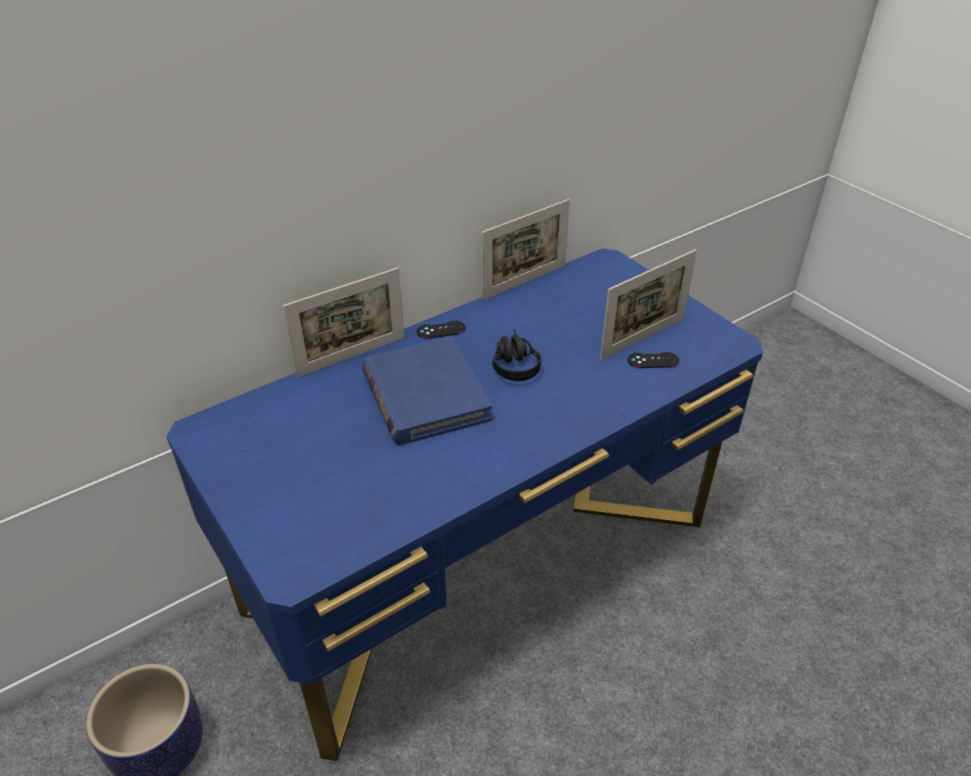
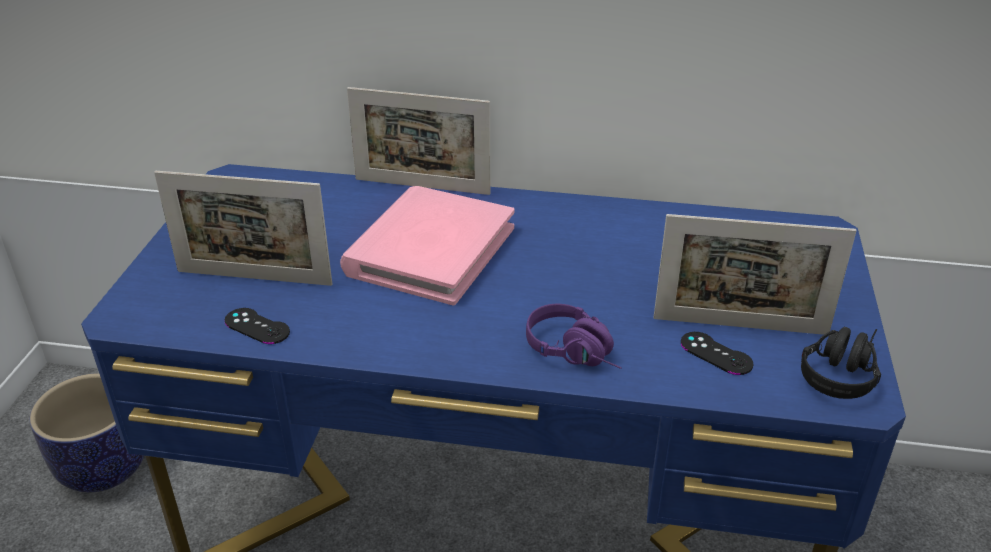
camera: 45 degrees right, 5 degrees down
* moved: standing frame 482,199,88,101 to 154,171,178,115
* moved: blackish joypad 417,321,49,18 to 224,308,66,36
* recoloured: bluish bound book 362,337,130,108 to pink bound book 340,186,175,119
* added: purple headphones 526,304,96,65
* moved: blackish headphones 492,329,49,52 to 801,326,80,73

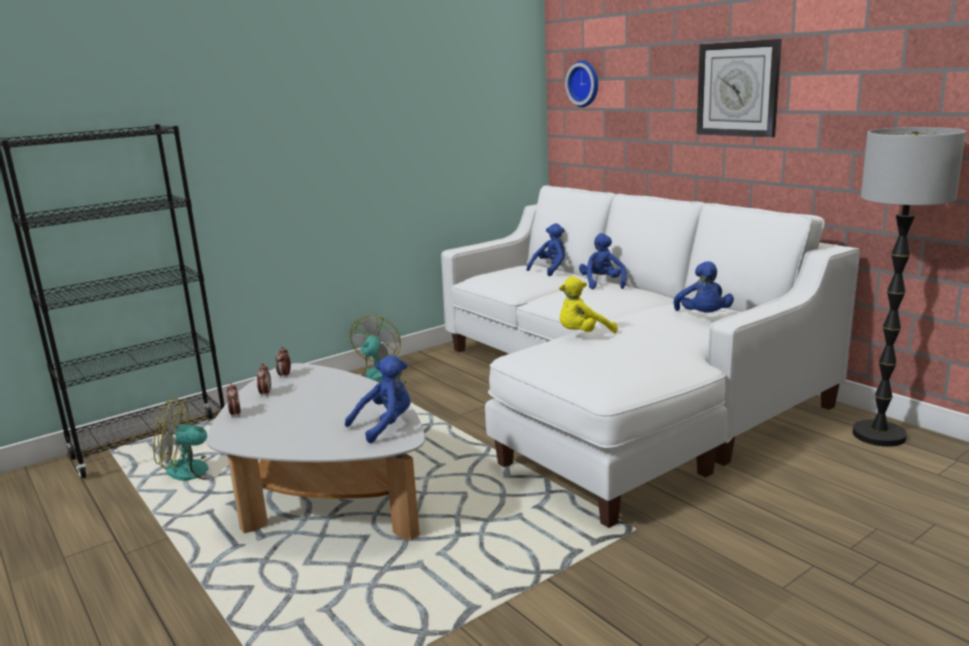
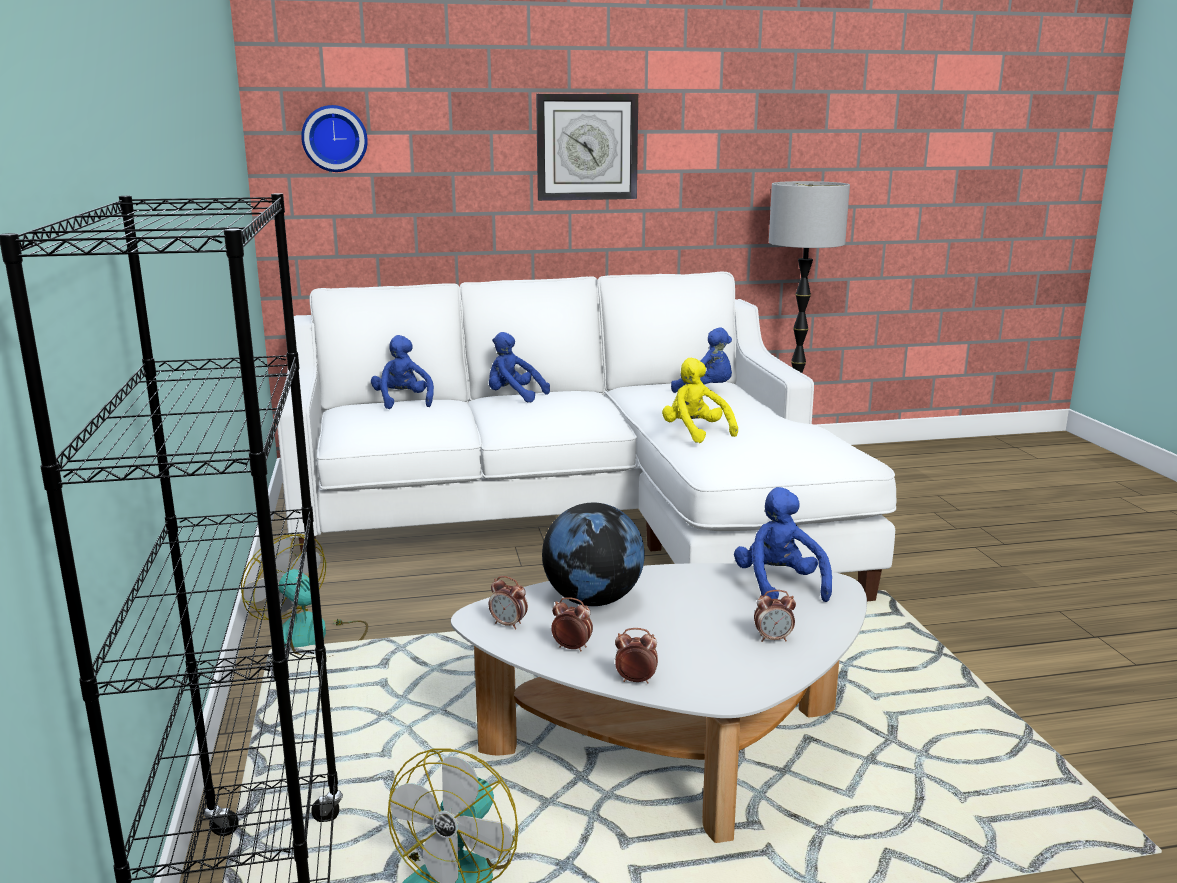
camera: 65 degrees left, 0 degrees up
* added: globe 542,503,103,103
* turned: yellow-coloured cuddly toy 559,276,59,57 = 662,358,76,85 150 degrees clockwise
* added: bedside clock 754,590,42,52

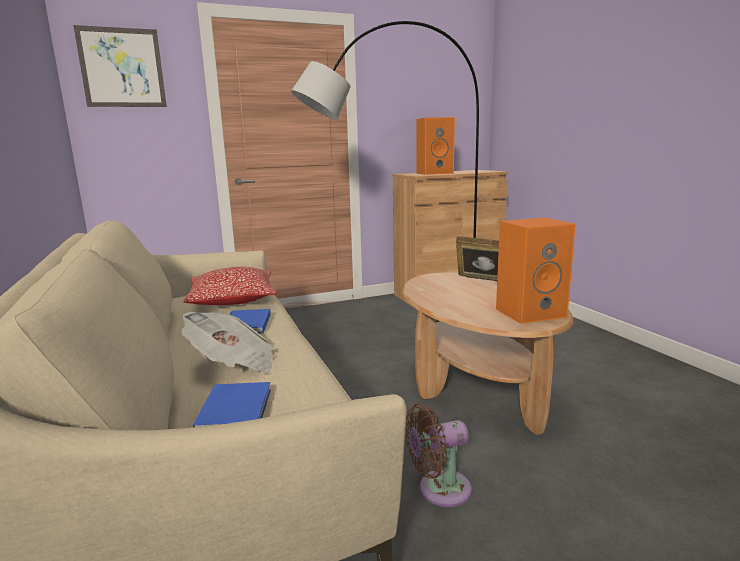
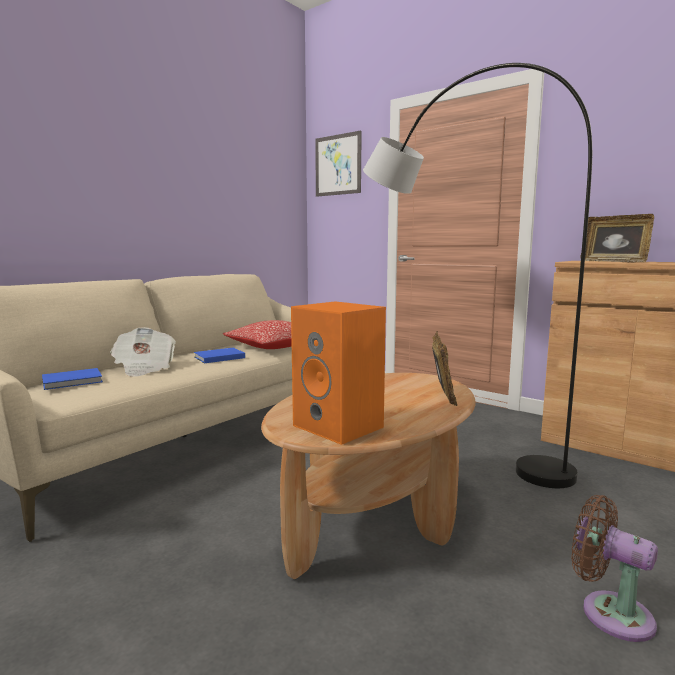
camera: 60 degrees right, 5 degrees down
* moved: brownish electric fan 405,403,67,104 to 571,495,87,147
* replaced: orange speaker 417,117,38,58 to standing frame 581,214,73,48

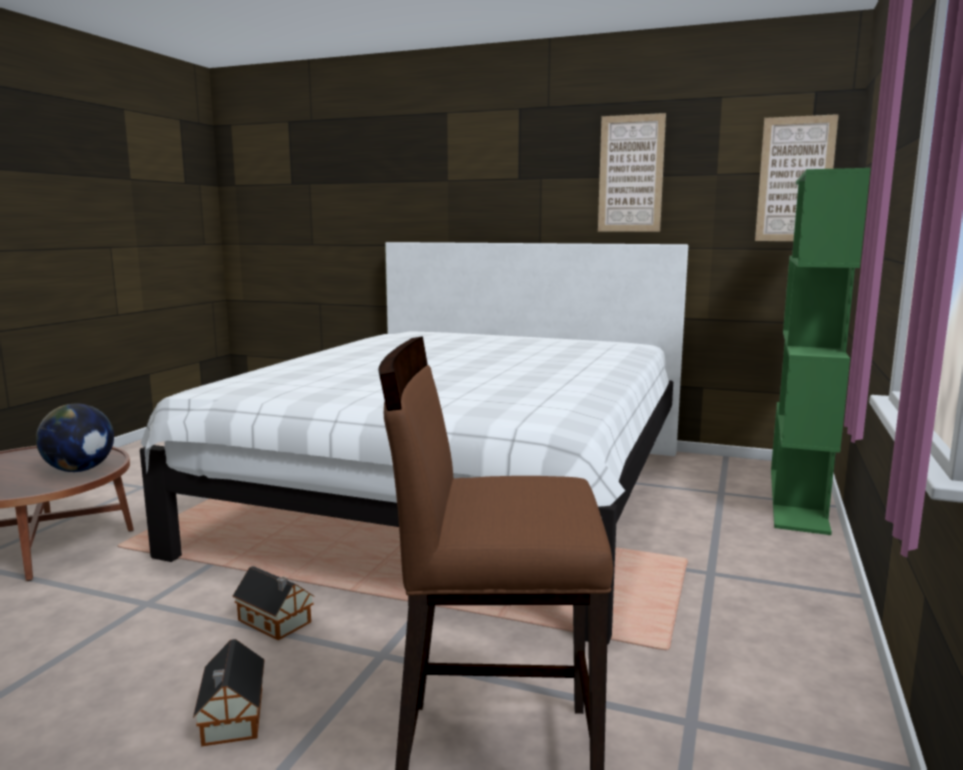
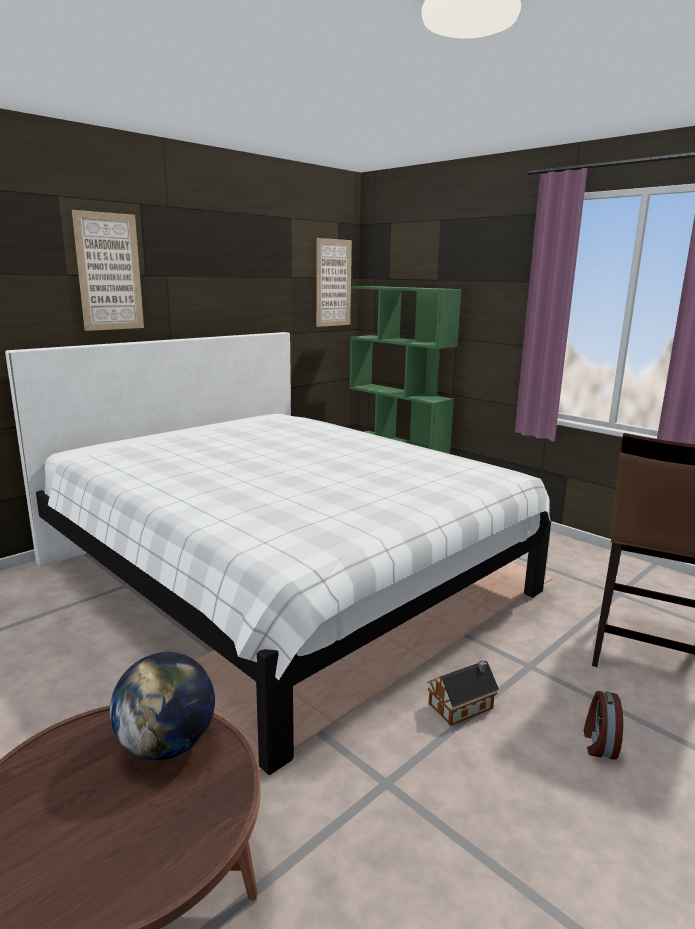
camera: 65 degrees left, 5 degrees up
* moved: wall picture 598,113,68,119 to 72,210,72,121
* replaced: model house 193,639,71,107 to bedside clock 584,691,39,69

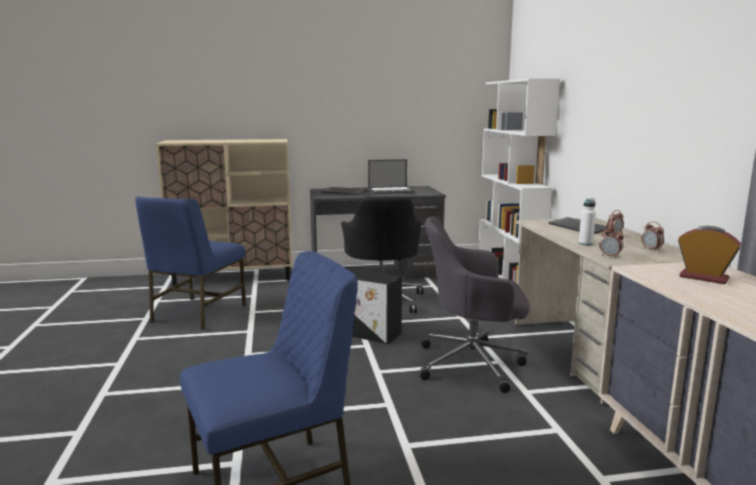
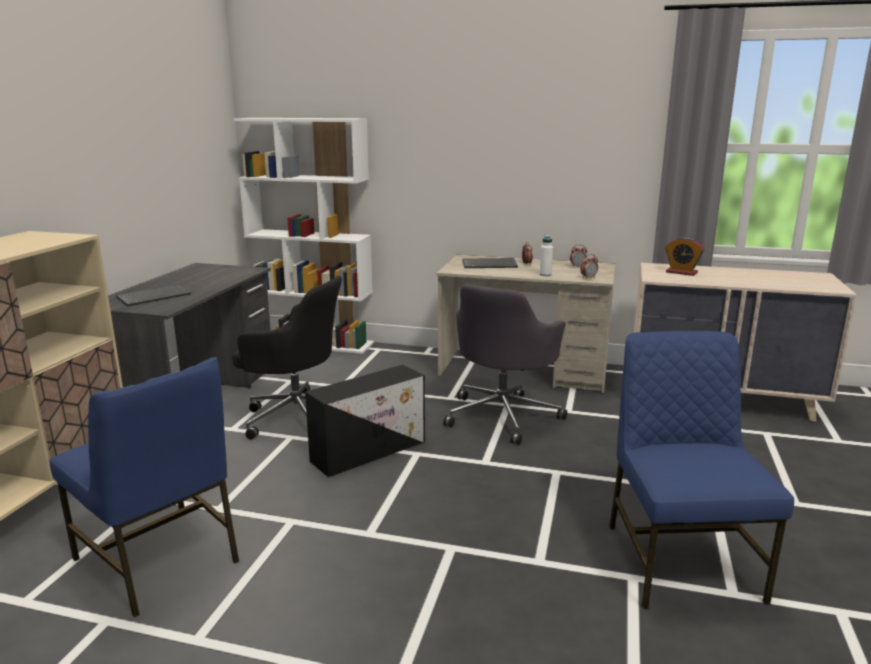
camera: 65 degrees left, 5 degrees up
* turned: bedside clock 678,226,63,58 = 665,237,39,39 120 degrees counterclockwise
* removed: portable computer 368,159,46,35

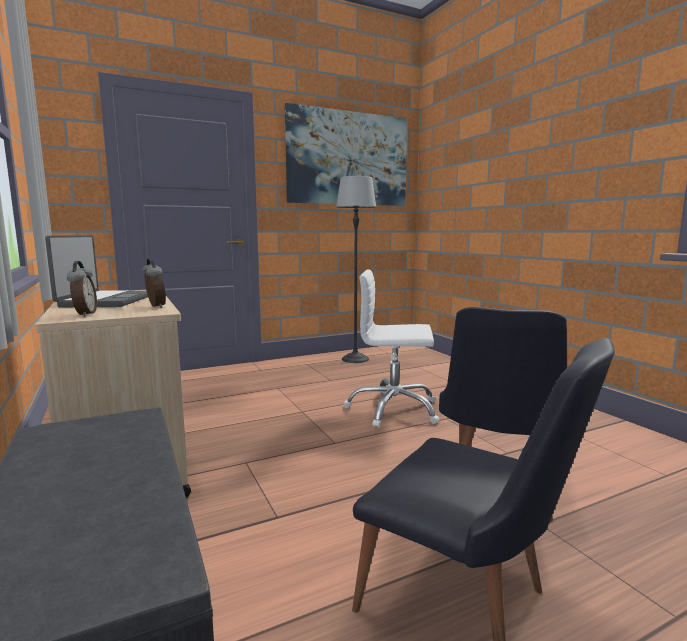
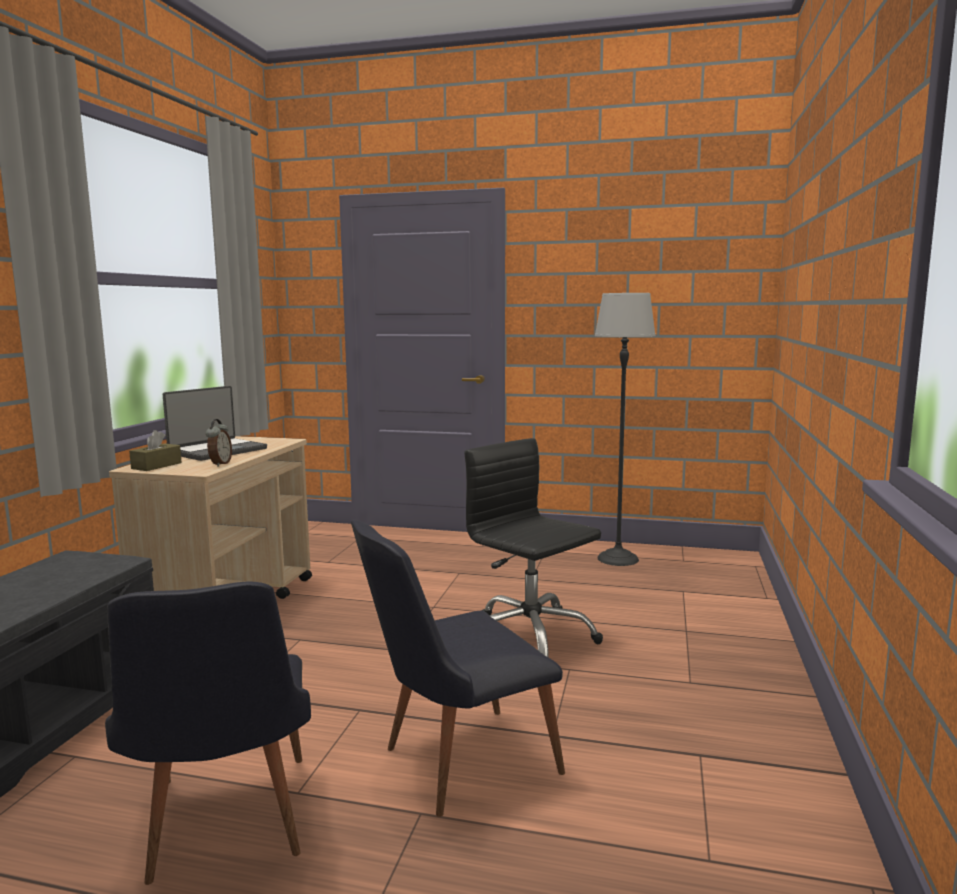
camera: 40 degrees right, 0 degrees up
* replaced: bedside clock 67,261,30,56 to brownish tissue box 129,430,53,41
* recoloured: whitish office chair 344,269,96,159 to blackish office chair 464,438,139,219
* removed: wall picture 285,103,122,103

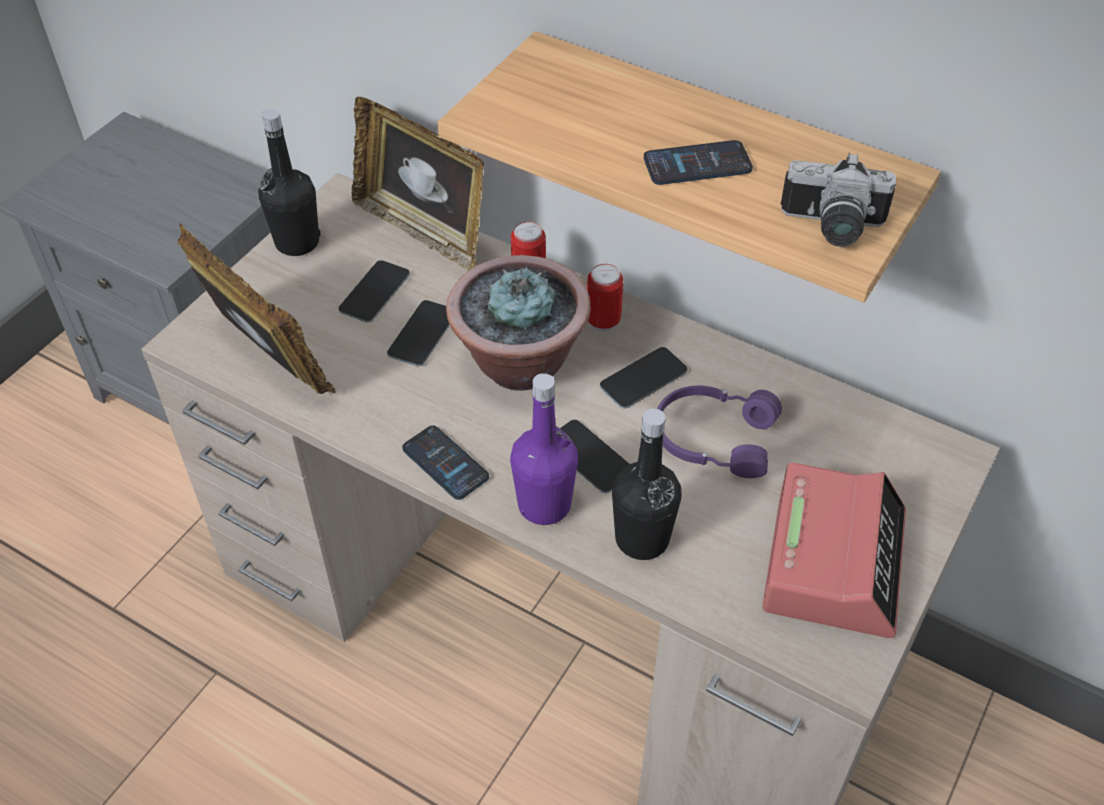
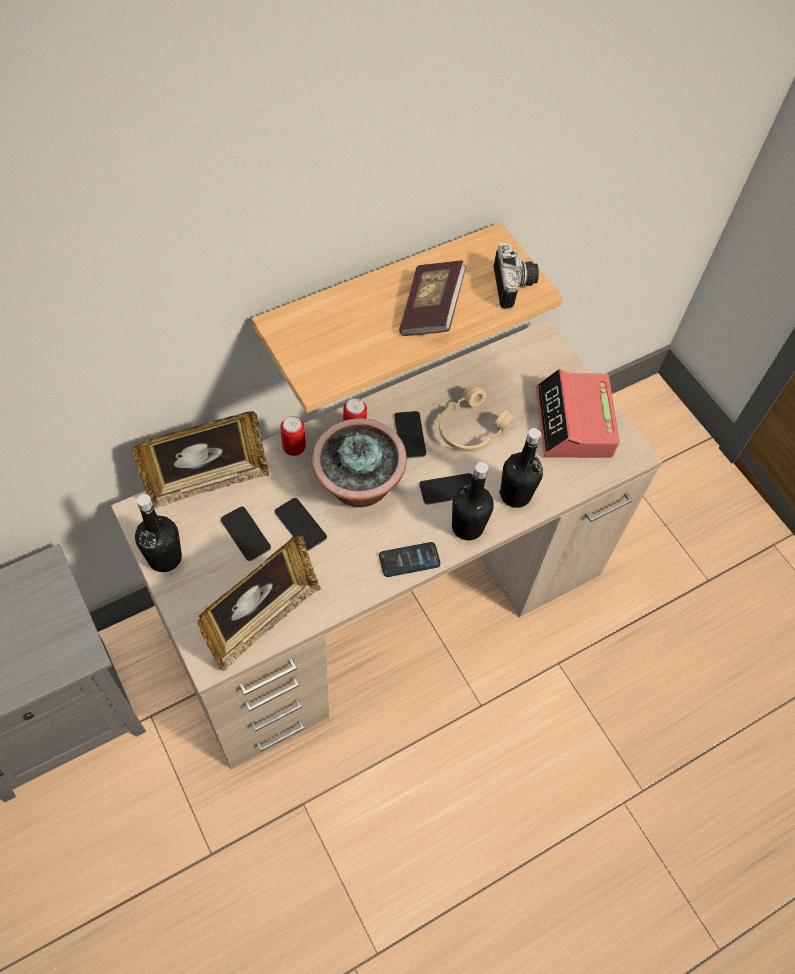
camera: 65 degrees left, 10 degrees up
* turned: standing frame 178,223,158,171 = 197,535,124,136 150 degrees clockwise
* replaced: telephone 644,140,109,45 to bound book 399,261,67,75
* recoloured: purple headphones 657,385,125,93 to sand-coloured headphones 439,384,76,68
* recoloured: purple drink bottle 510,373,68,152 to blackish drink bottle 452,462,42,78
* turned: still camera 780,153,116,94 = 493,243,46,66 45 degrees counterclockwise
* turned: bedside clock 762,462,144,176 = 536,369,84,89 135 degrees counterclockwise

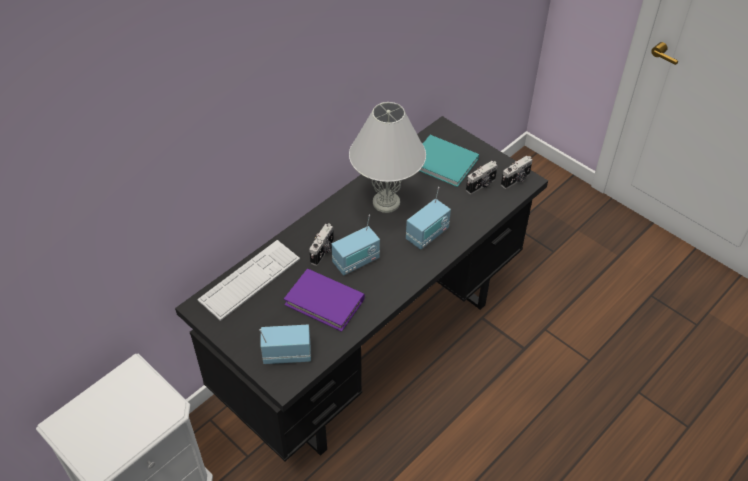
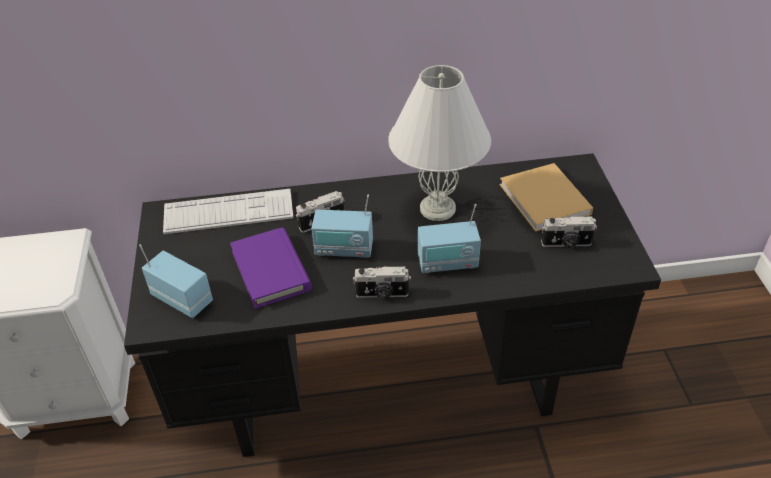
camera: 40 degrees right, 5 degrees down
* moved: still camera 501,156,31,33 to 353,266,58,33
* recoloured: blue-green bound book 420,135,59,52 to sand-coloured bound book 500,163,93,69

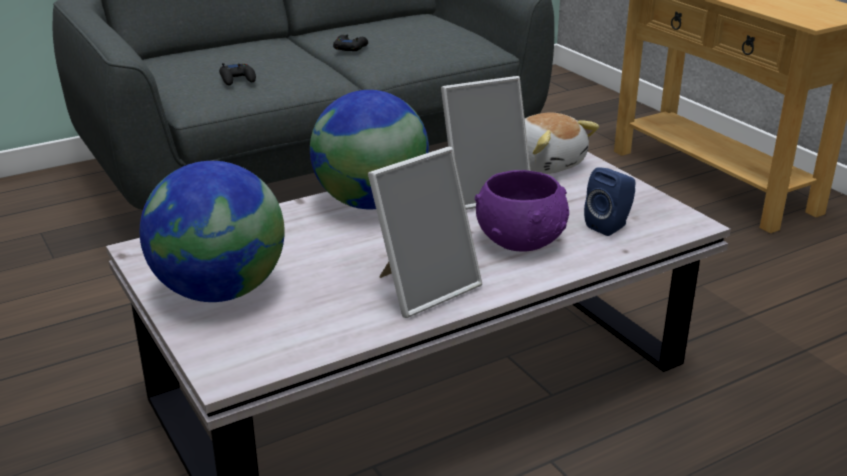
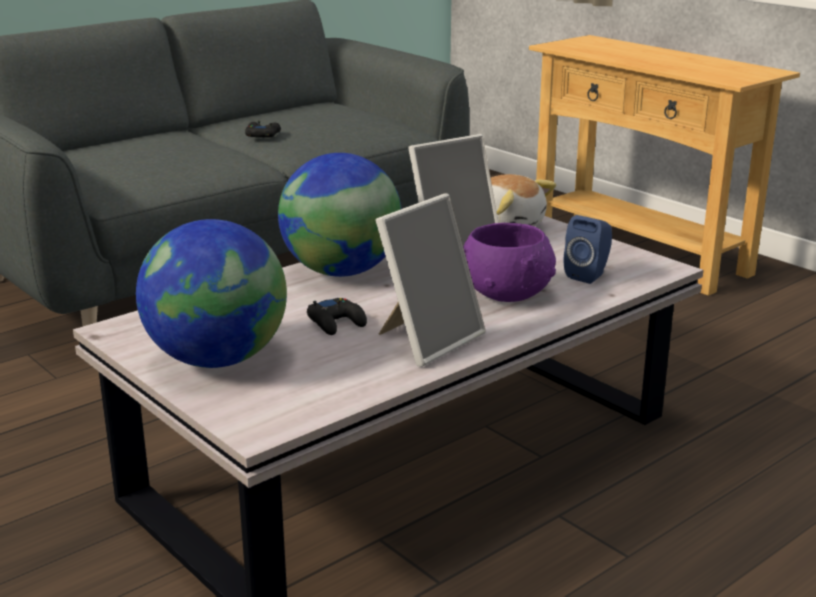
camera: 10 degrees left, 5 degrees down
* moved: blackish joypad 219,63,37,22 to 307,298,60,37

